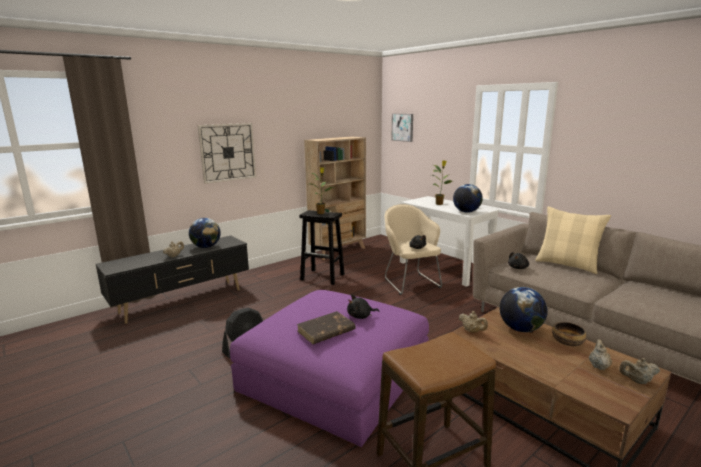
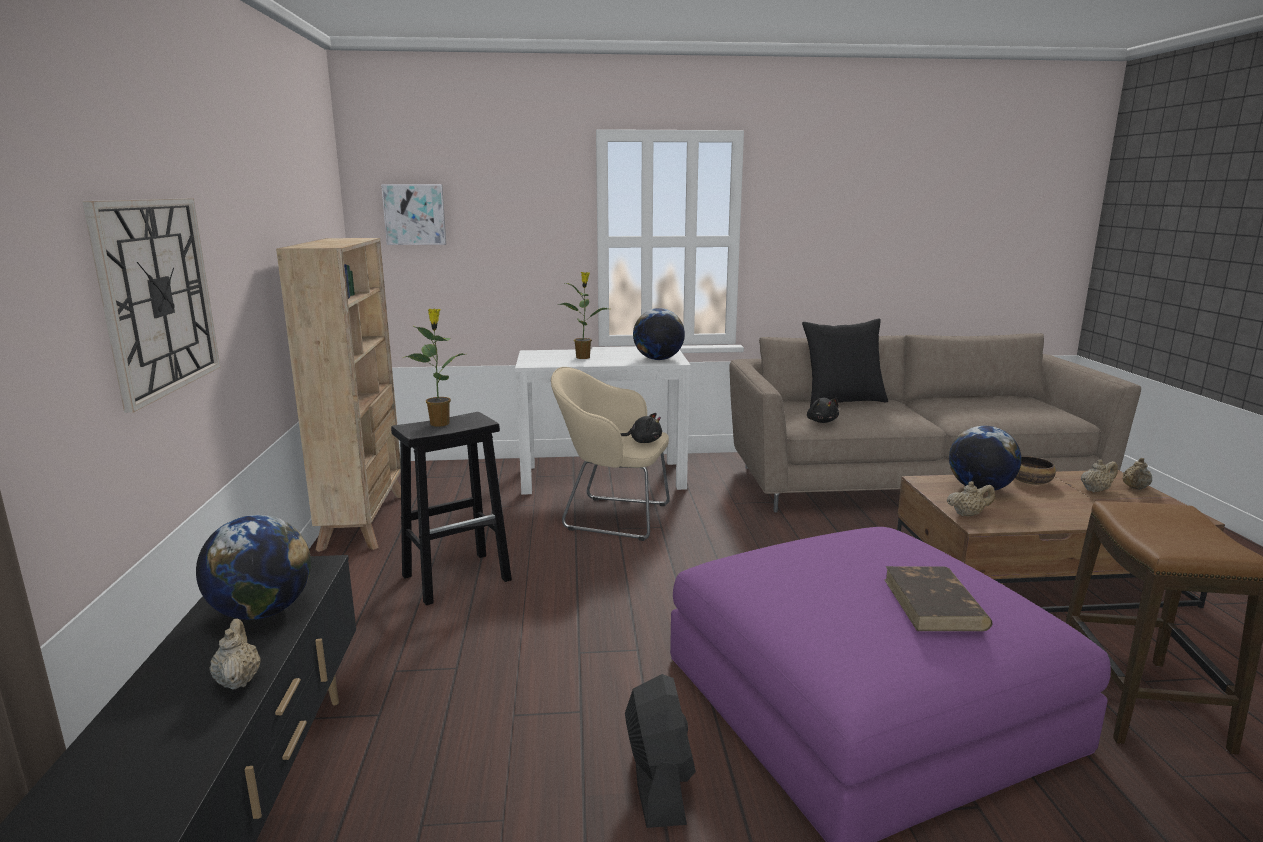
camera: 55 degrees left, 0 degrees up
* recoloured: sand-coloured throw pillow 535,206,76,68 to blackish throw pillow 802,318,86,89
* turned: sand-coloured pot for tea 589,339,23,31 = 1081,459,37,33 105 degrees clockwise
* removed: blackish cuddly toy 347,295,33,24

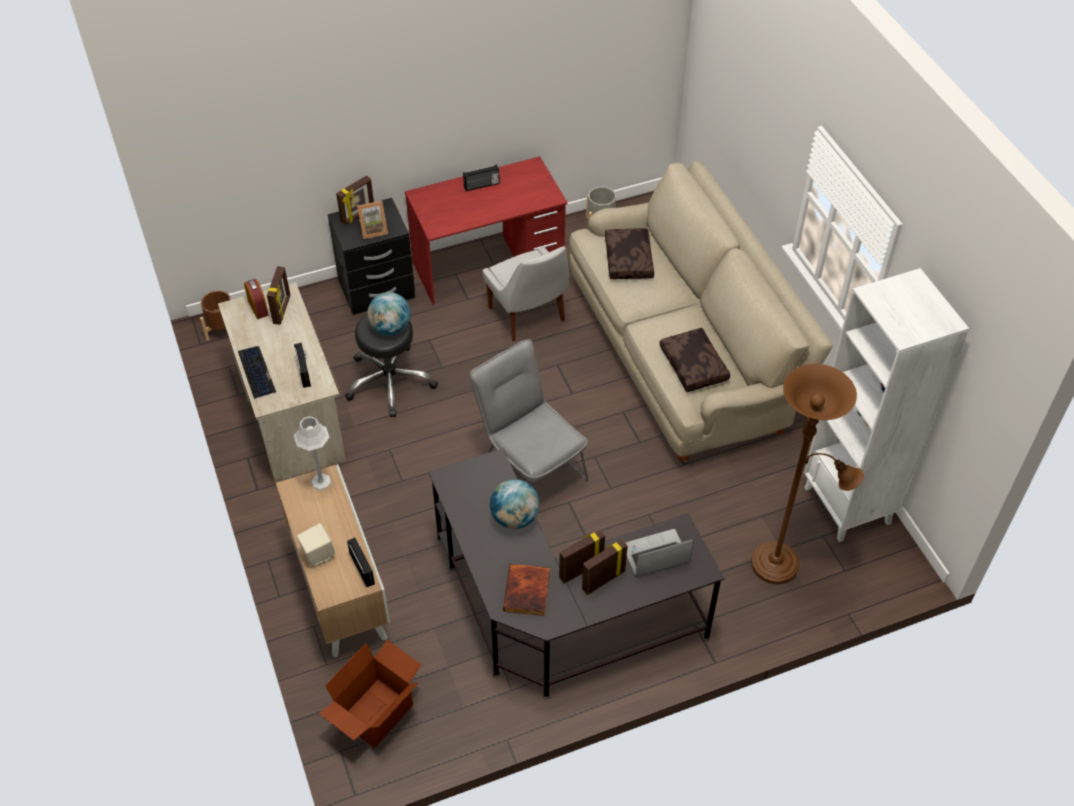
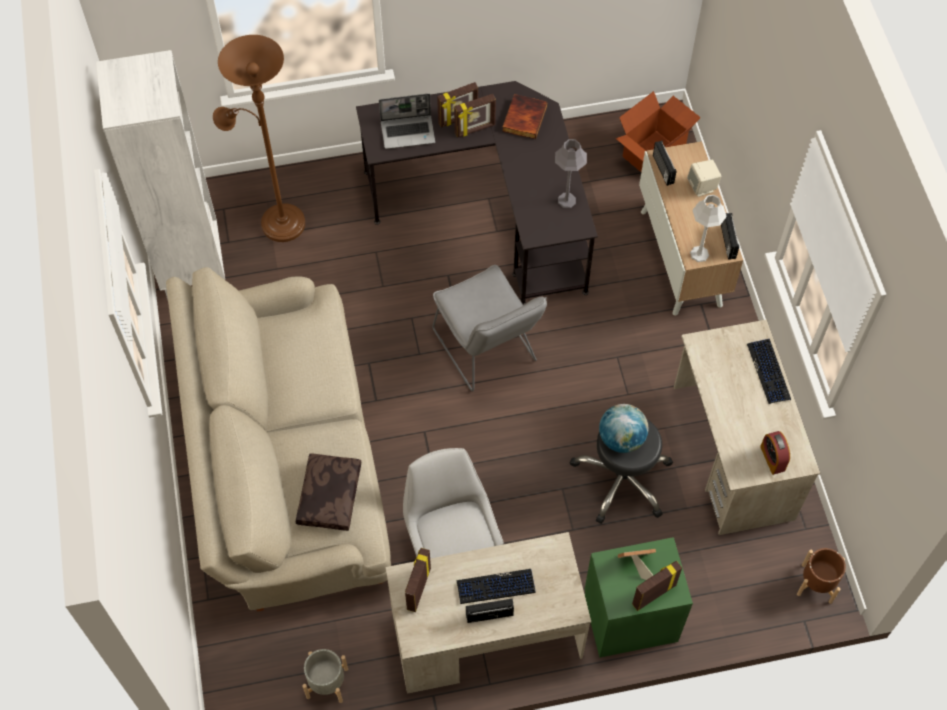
camera: 170 degrees left, 10 degrees up
* recoloured: red-coloured desk table 405,157,163,148 to sand-coloured desk table 385,532,206,162
* moved: standing frame 267,266,24,59 to 405,548,26,64
* added: PC keyboard 456,569,80,35
* added: greyish tabletop lamp 555,139,32,69
* recoloured: blackish night table 328,198,87,117 to green night table 584,537,109,121
* moved: radio set 294,343,17,45 to 721,213,18,47
* removed: globe 490,479,50,50
* removed: brownish throw pillow 660,328,70,64

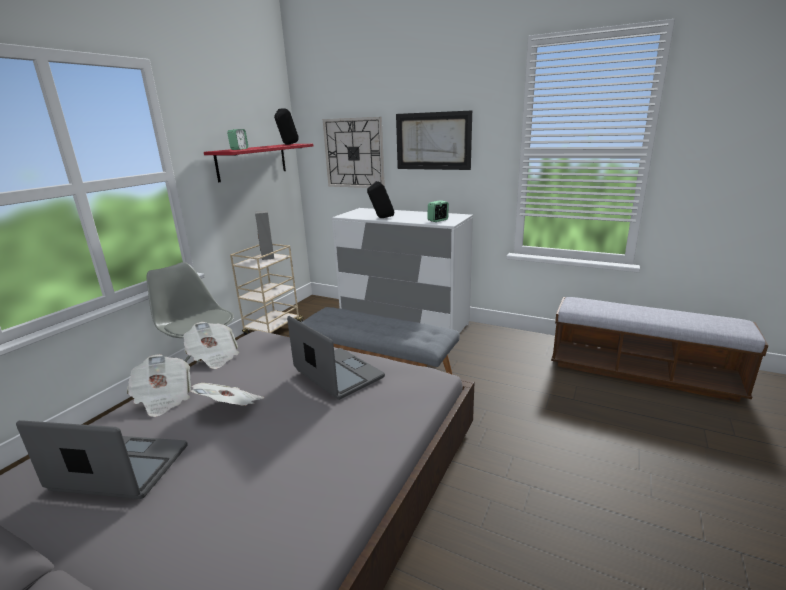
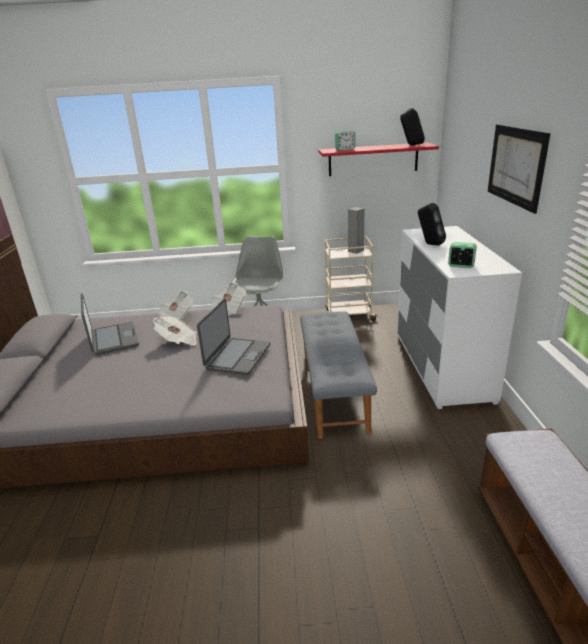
camera: 60 degrees right, 5 degrees up
* removed: clock on the wall 323,117,62,71

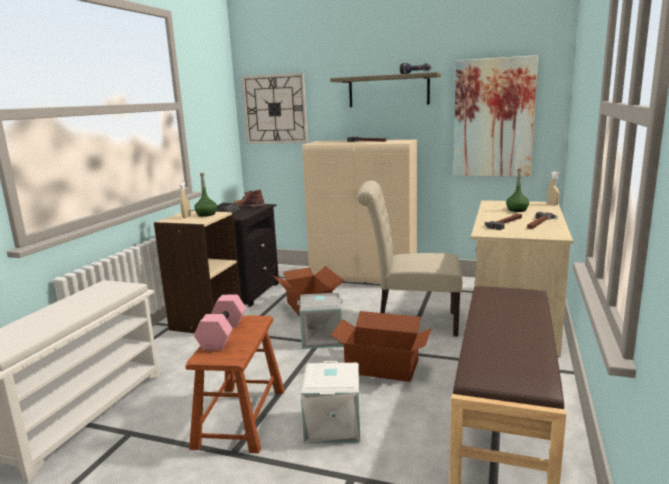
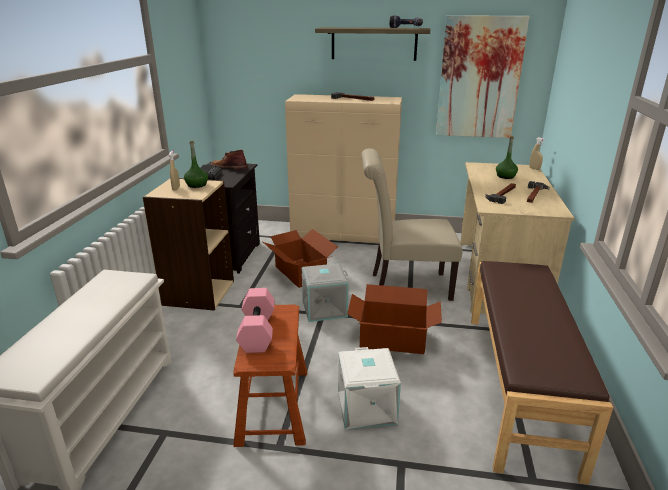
camera: 10 degrees left, 10 degrees up
* removed: clock on the wall 242,73,66,71

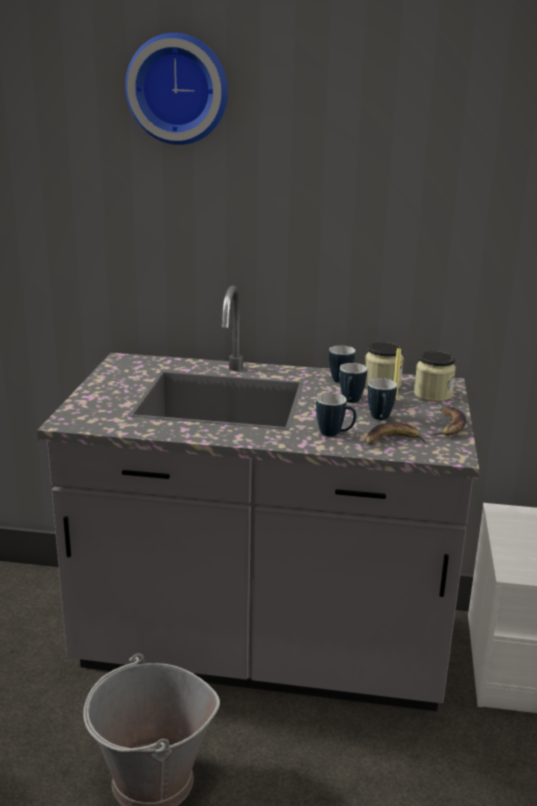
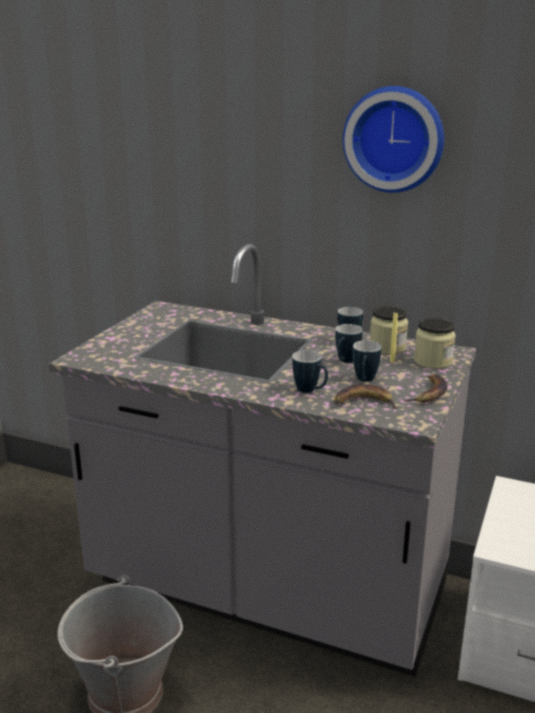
camera: 15 degrees right, 0 degrees up
* moved: clock on the wall 125,33,103,112 to 343,86,101,107

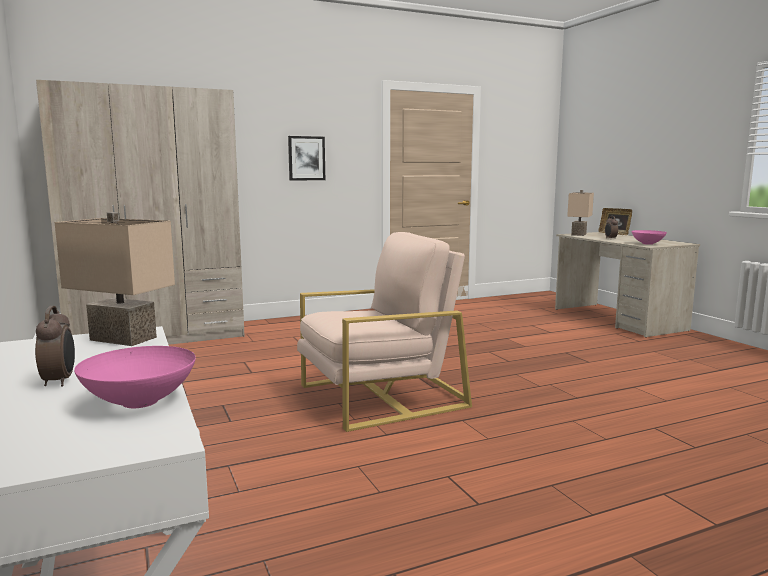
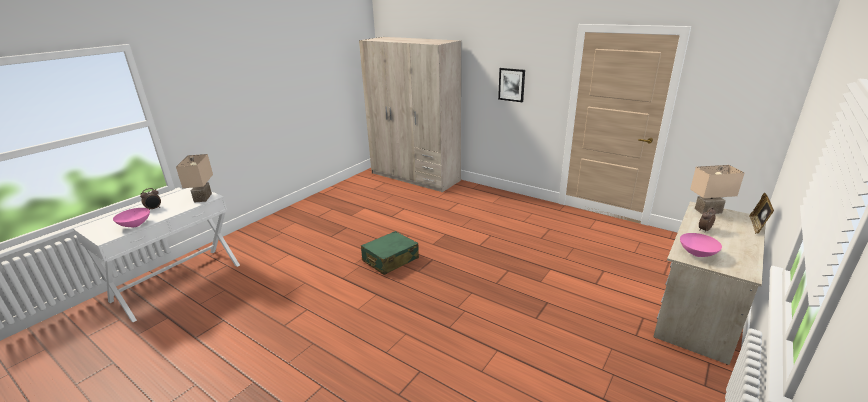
camera: 60 degrees right, 15 degrees up
* replaced: sand-coloured lounge chair 297,232,175,200 to green suitcase 361,231,58,44

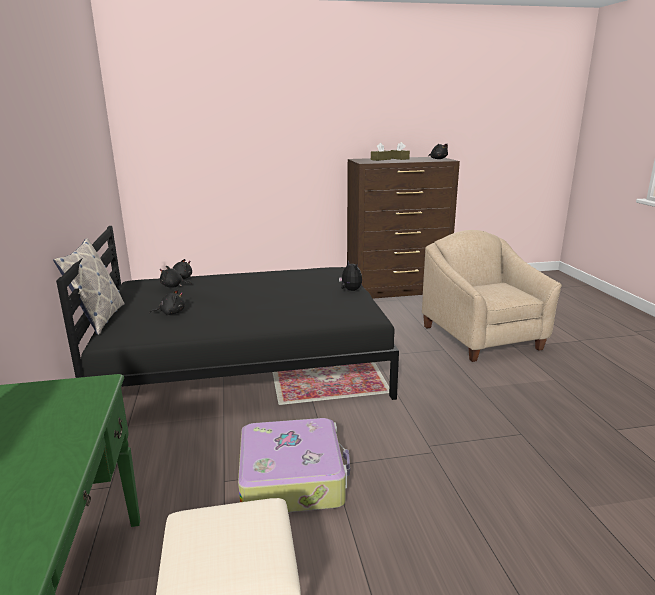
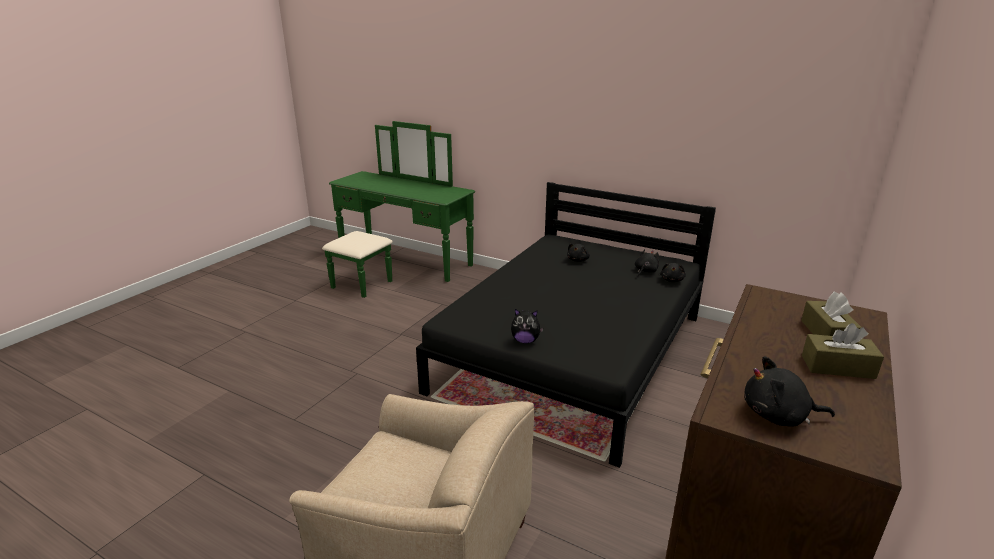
camera: 130 degrees right, 5 degrees up
* removed: throw pillow 53,238,71,97
* removed: suitcase 238,418,112,94

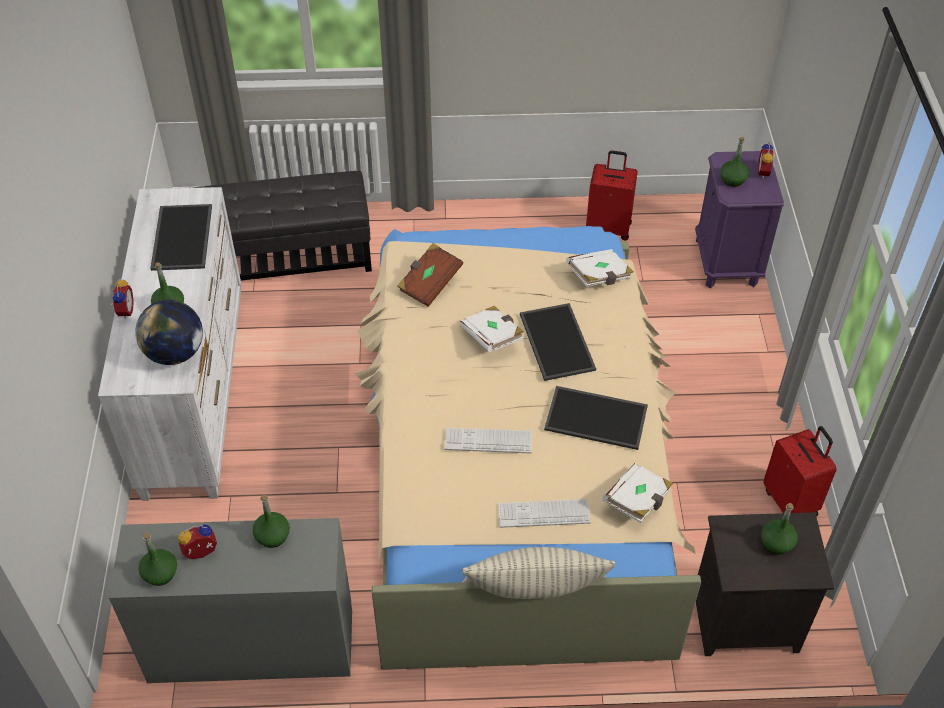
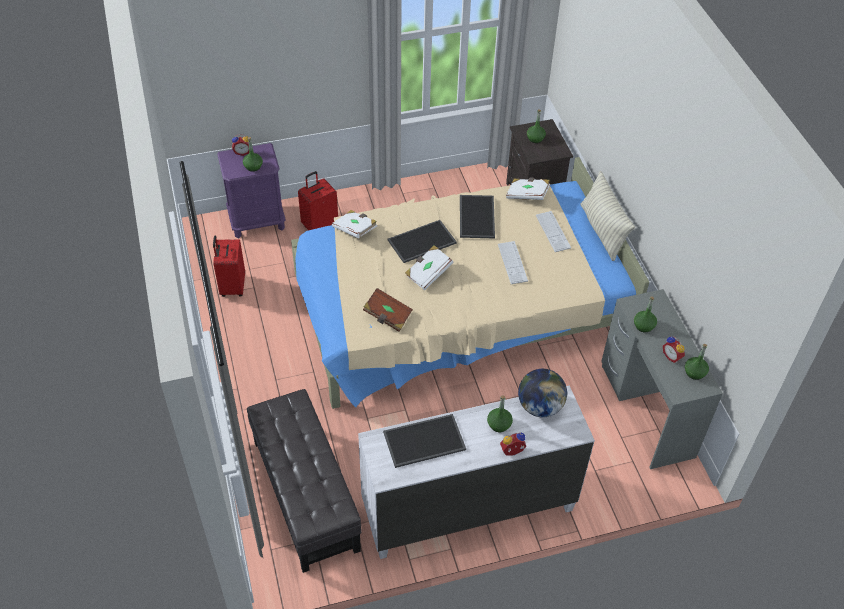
camera: 105 degrees left, 0 degrees up
* moved: red-coloured suitcase 763,426,74,91 to 298,171,40,59

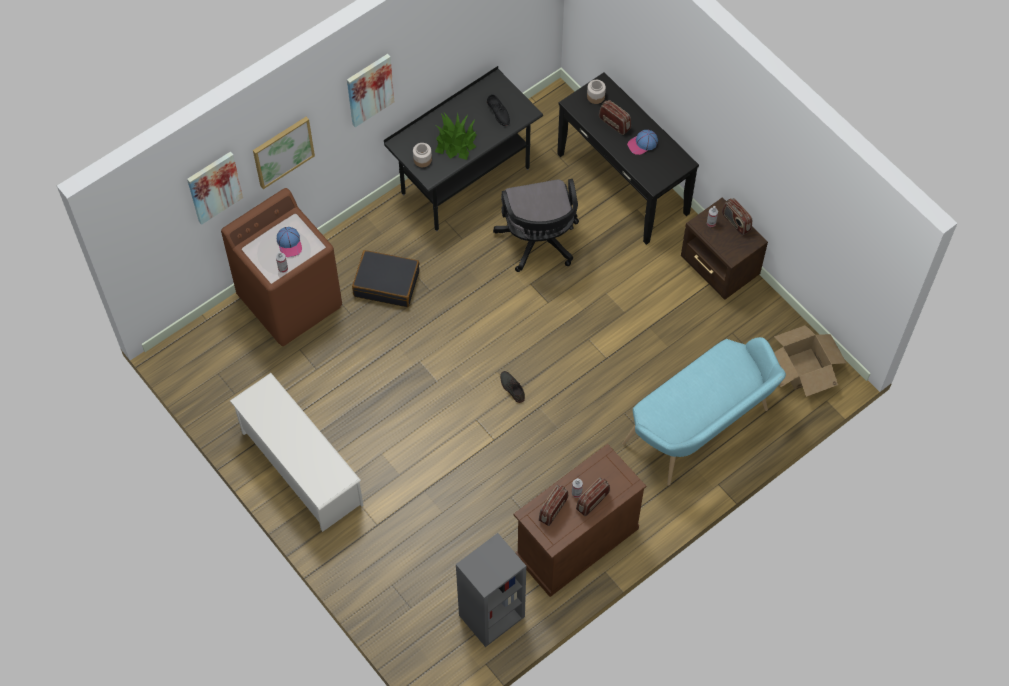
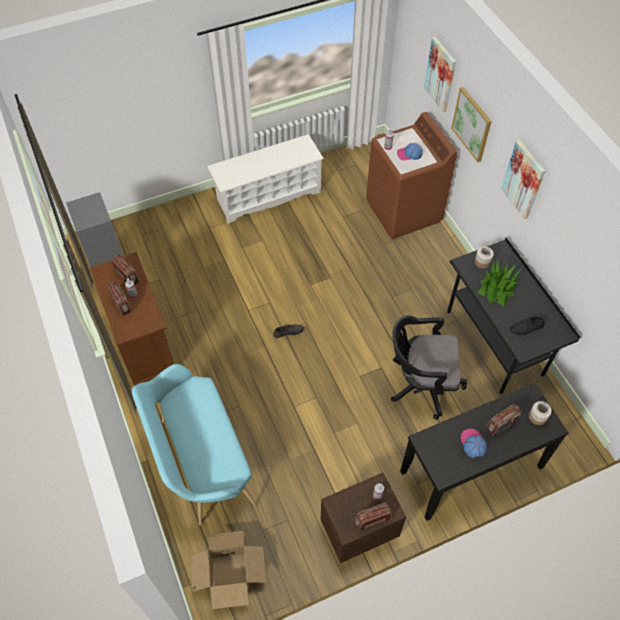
camera: 105 degrees right, 5 degrees down
* removed: blackish suitcase 352,250,67,57

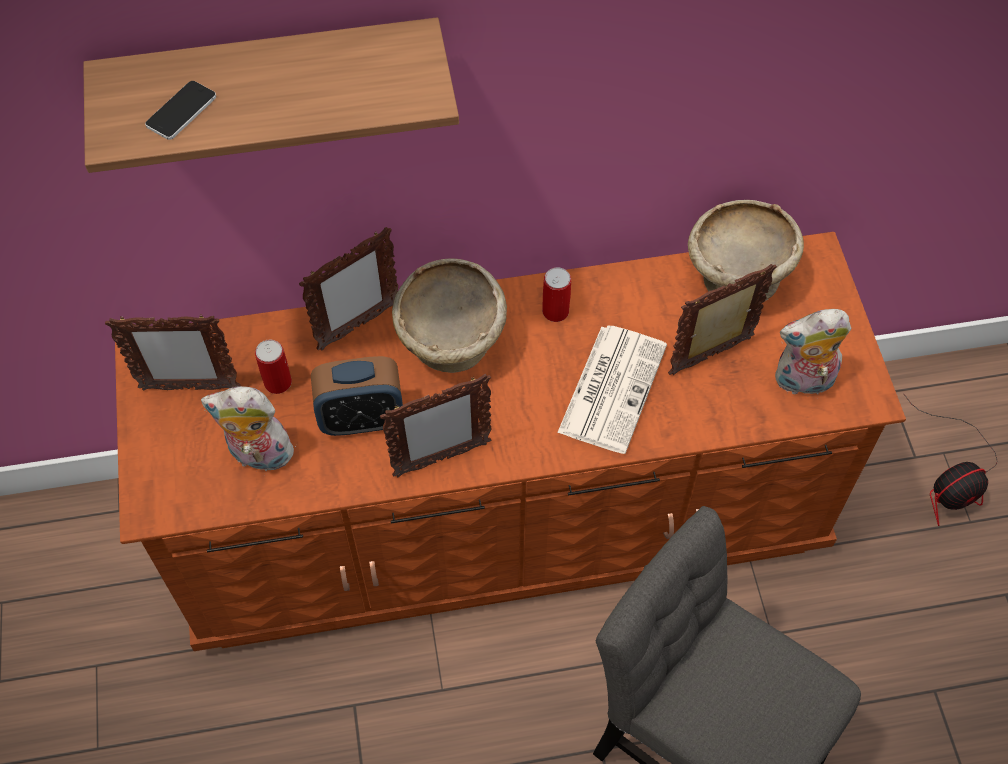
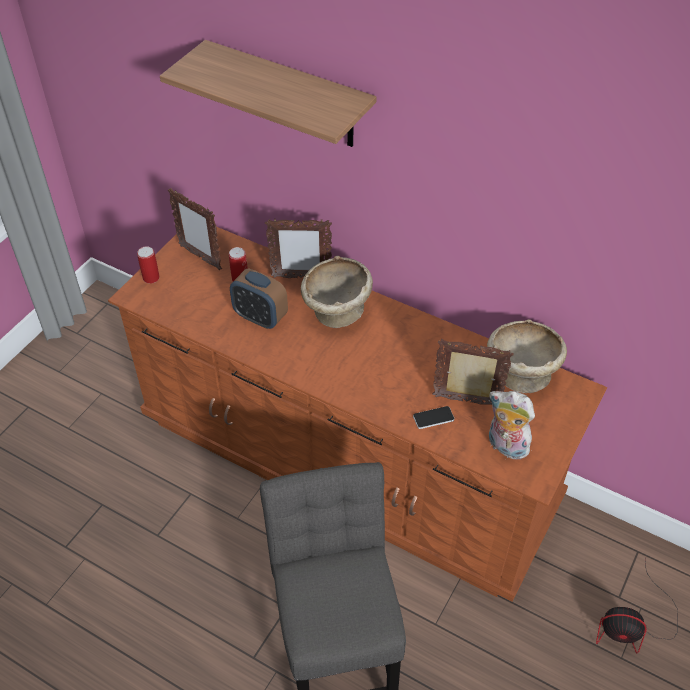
camera: 40 degrees right, 10 degrees down
* moved: sealed can 542,267,29,55 to 137,246,23,38
* moved: telephone 145,81,71,59 to 413,406,41,23
* removed: cuddly toy 201,386,95,85
* removed: standing frame 380,374,111,103
* removed: newspaper 557,326,110,128

